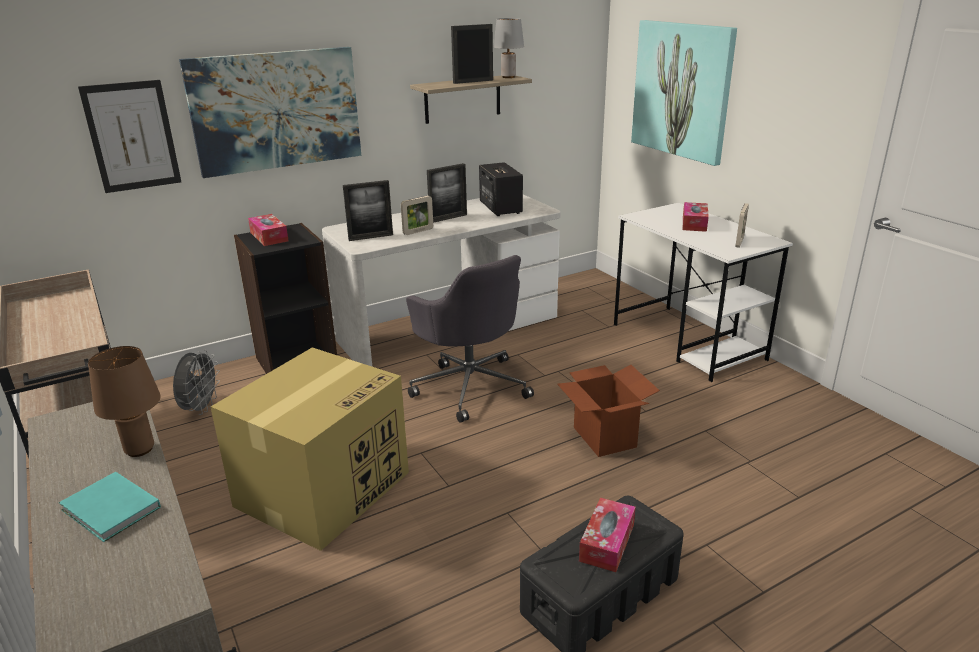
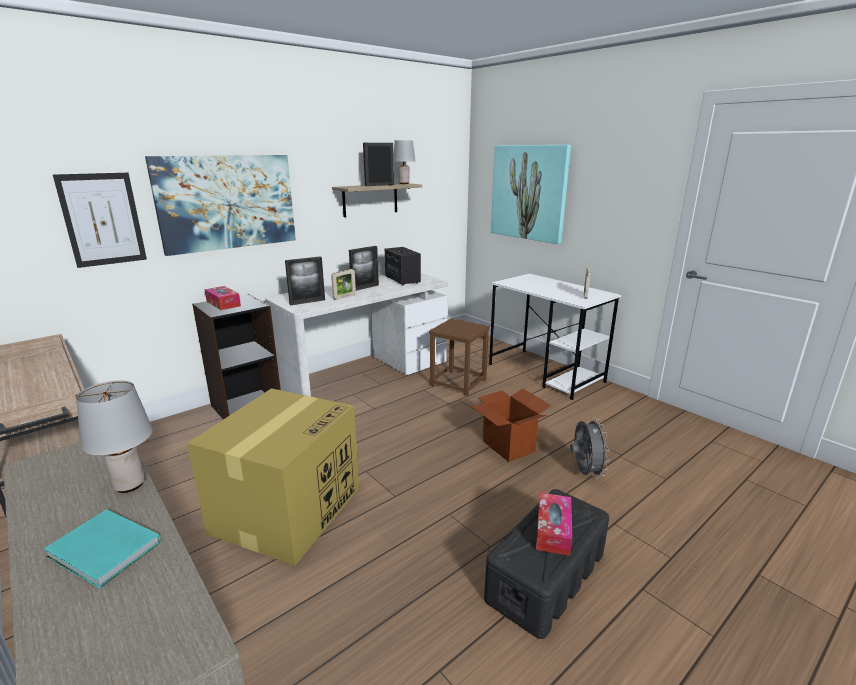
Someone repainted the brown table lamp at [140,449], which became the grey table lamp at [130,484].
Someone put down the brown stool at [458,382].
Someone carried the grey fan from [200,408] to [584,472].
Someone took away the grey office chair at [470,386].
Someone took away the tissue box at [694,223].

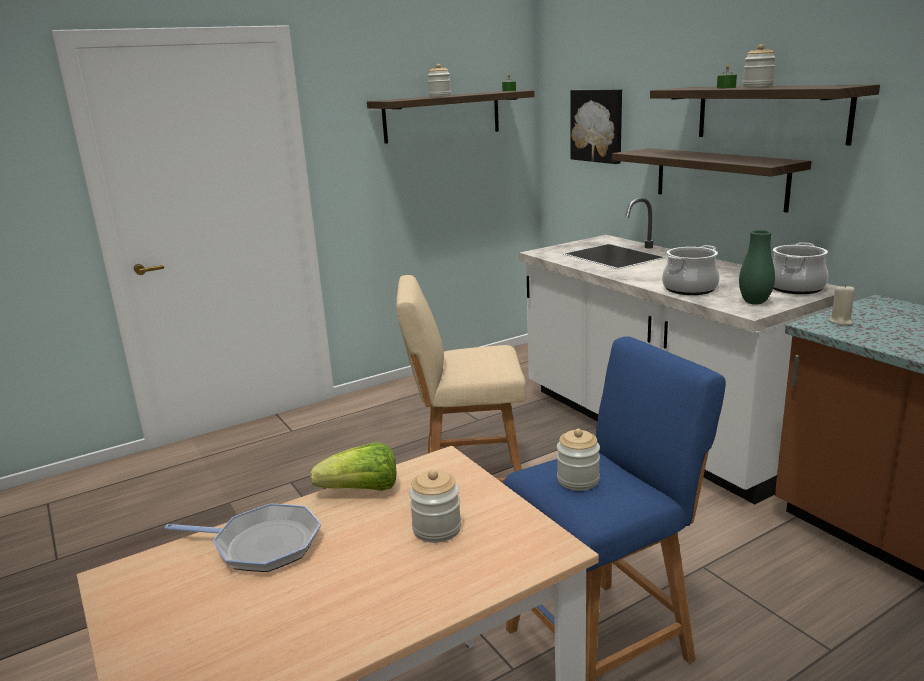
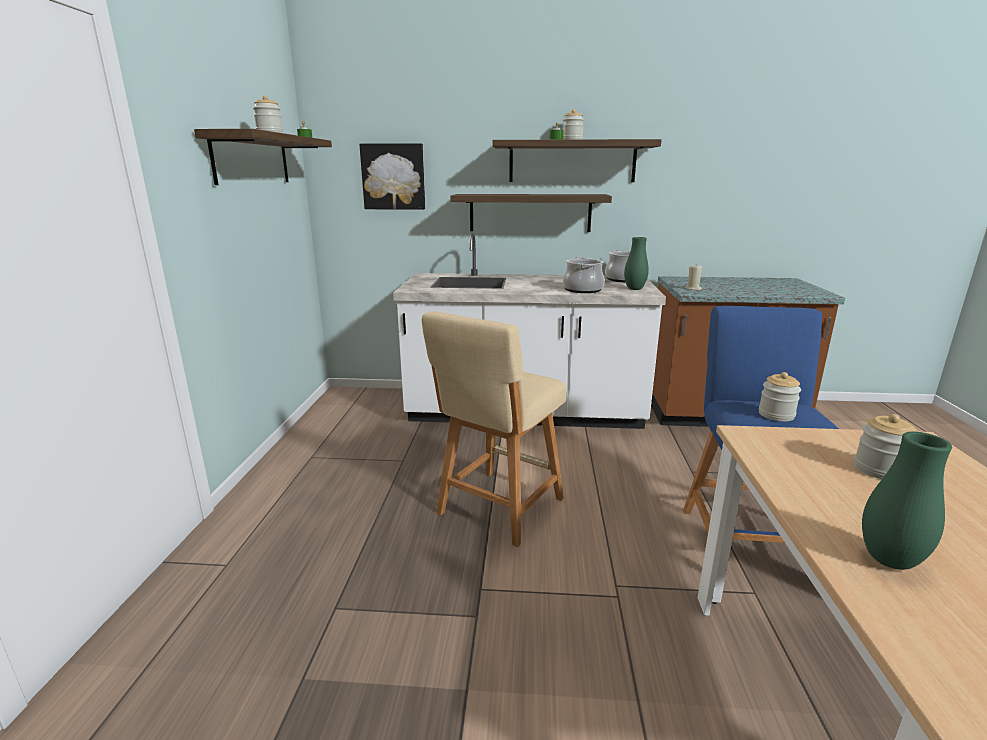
Someone swapped the frying pan at [262,545] for the green vase at [889,560].
Someone took away the lettuce at [362,490].

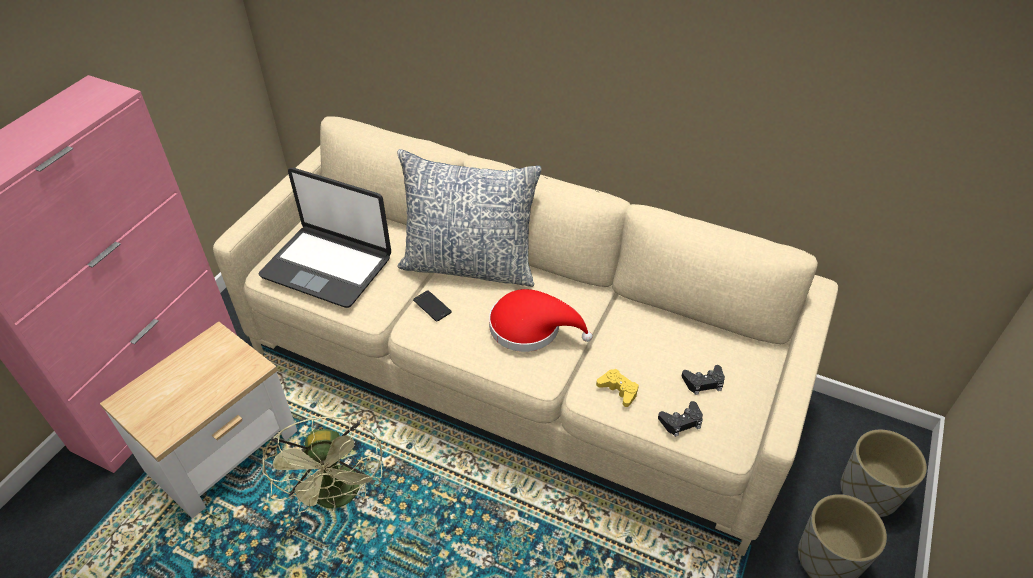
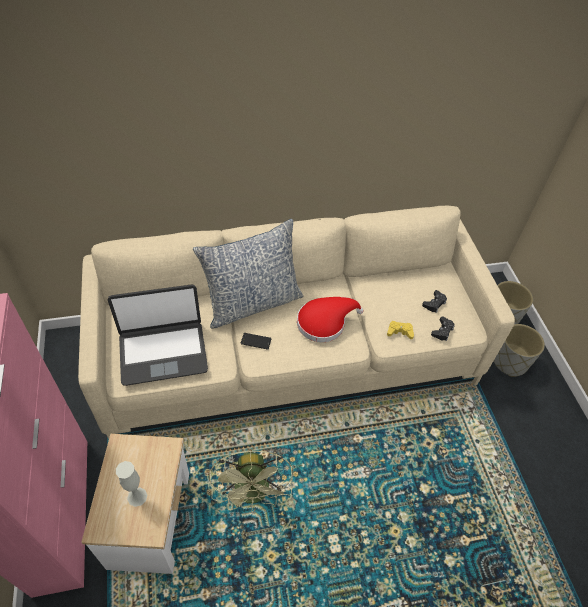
Someone put down the white vase at [137,496].
Someone rotated the green fan at [339,497] by 45 degrees clockwise.

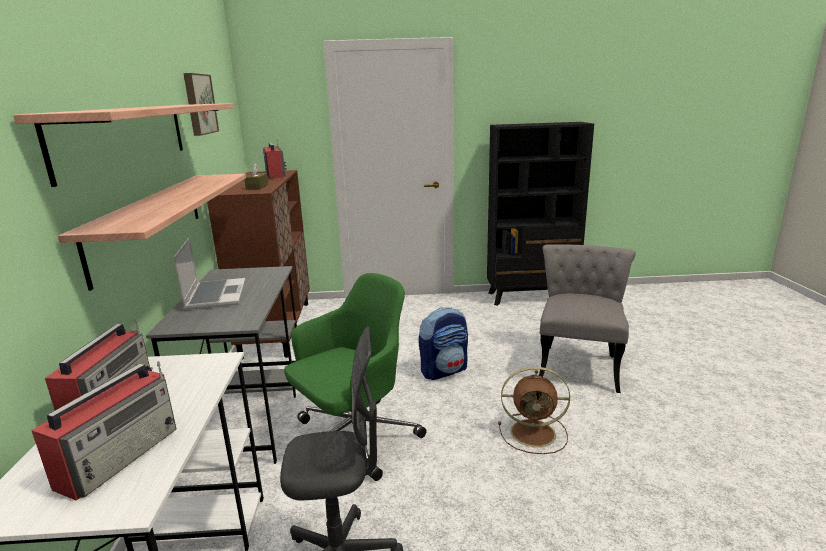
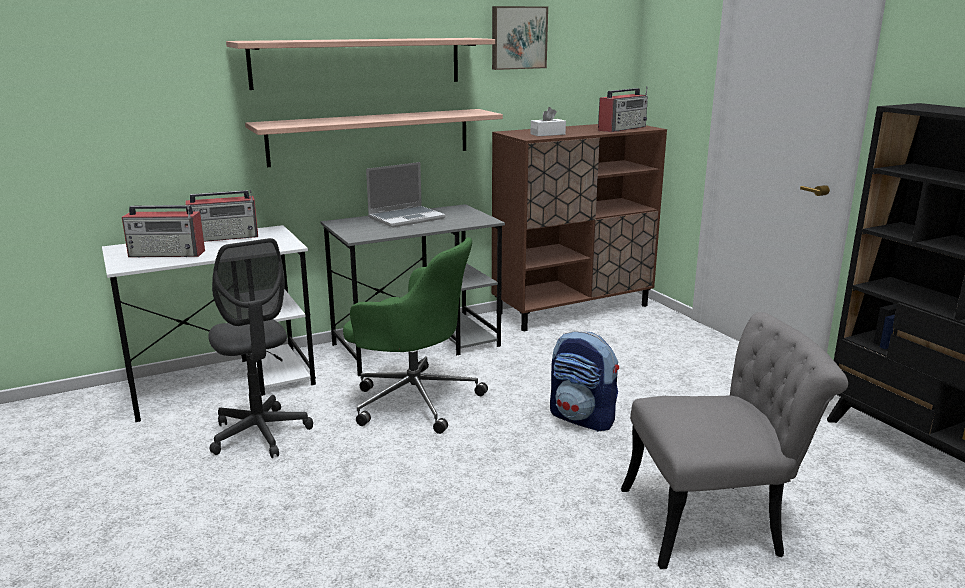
Someone repainted the brown tissue box at [257,187], which became the white tissue box at [547,134].
Someone took away the brown fan at [535,433].

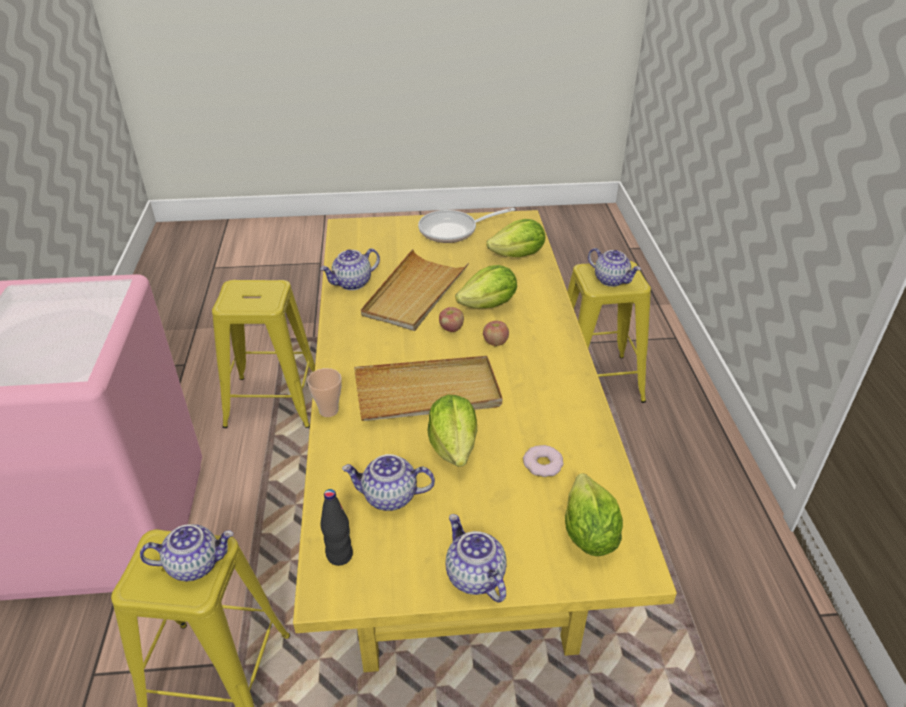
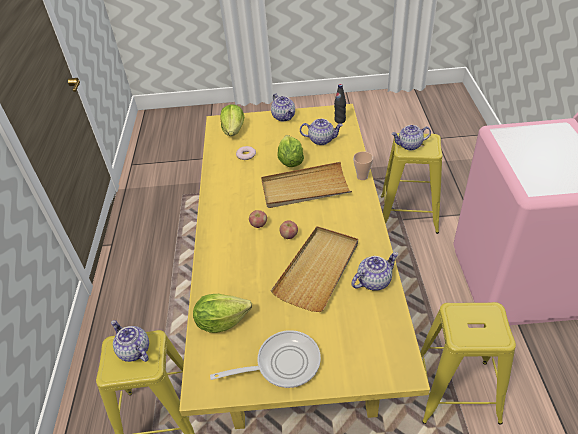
Someone took away the lettuce at [489,305].

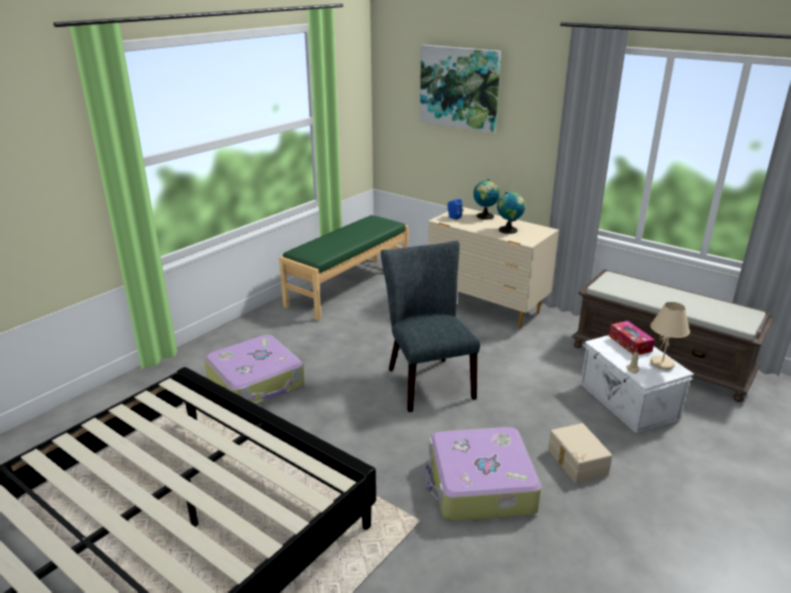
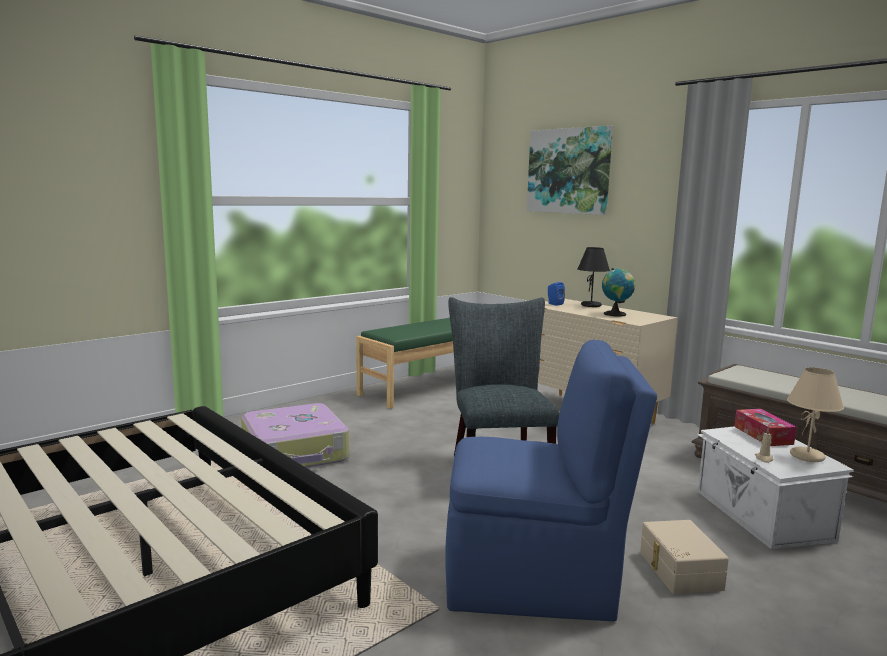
Someone swapped the suitcase at [479,486] for the blue chair at [534,581].
Someone swapped the globe at [485,217] for the black table lamp at [591,305].

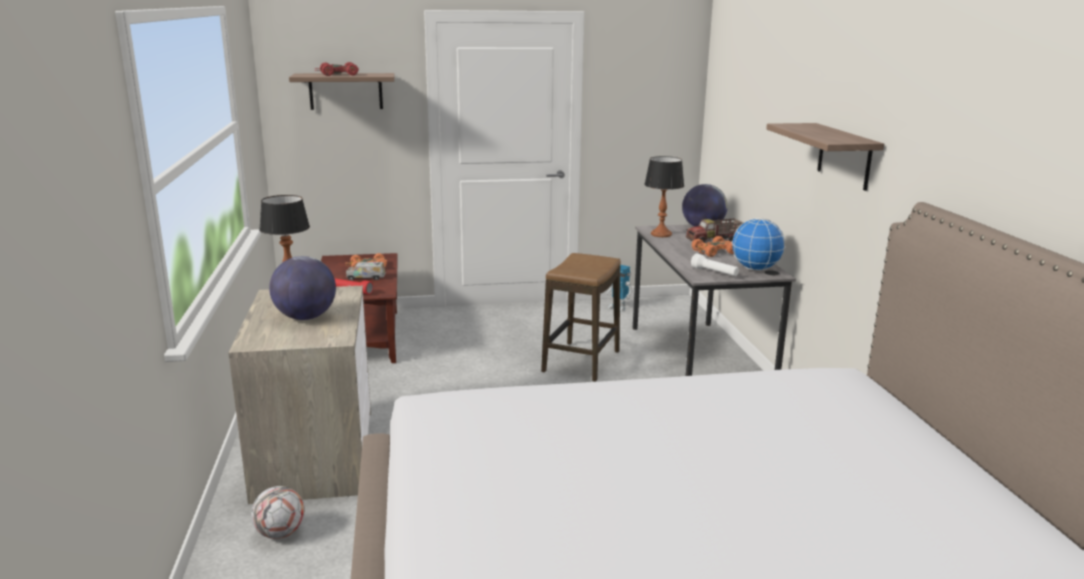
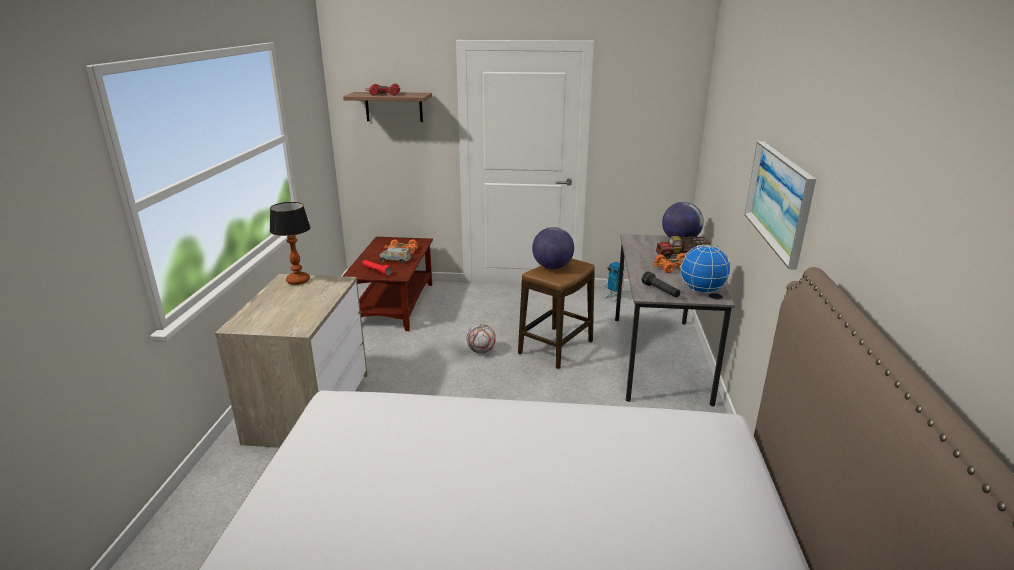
Someone carried the football from [280,533] to [481,351].
Someone carried the globe from [305,317] to [552,267].
Someone repainted the white flashlight at [714,273], which became the black flashlight at [660,291].
Someone swapped the shelf at [844,156] for the picture at [779,199].
Someone took away the table lamp at [661,234].

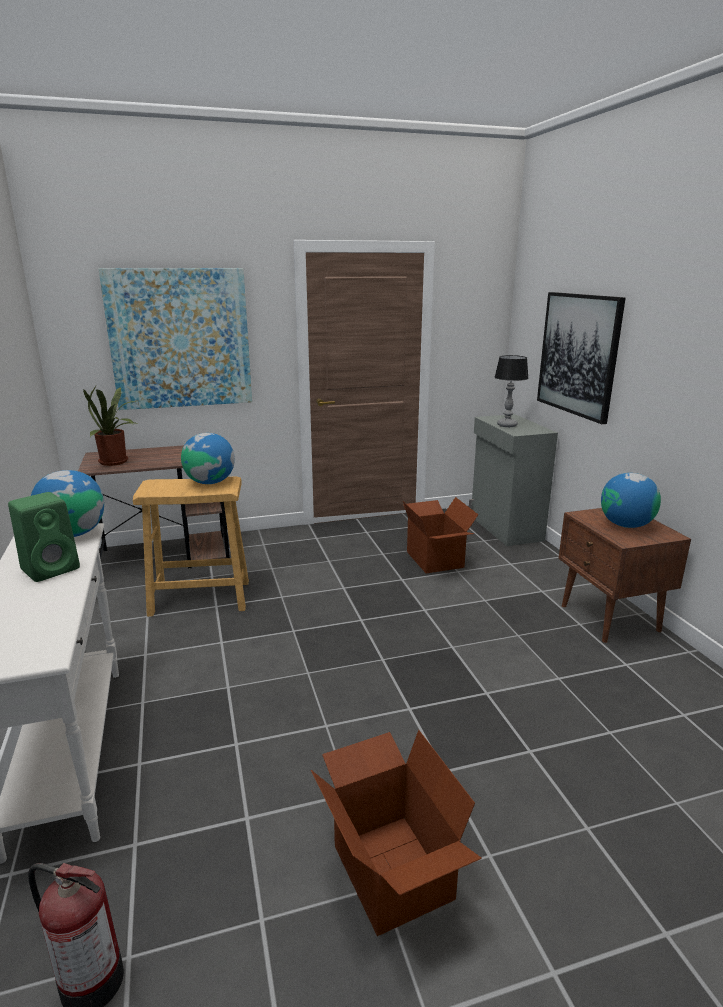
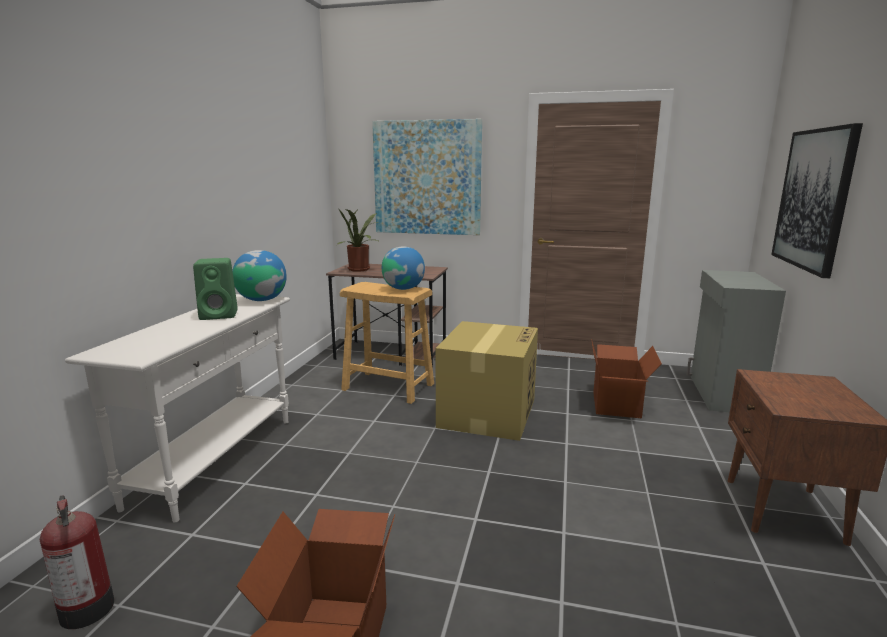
Someone put down the cardboard box at [487,412].
Someone took away the table lamp at [507,425].
Someone took away the globe at [626,525].

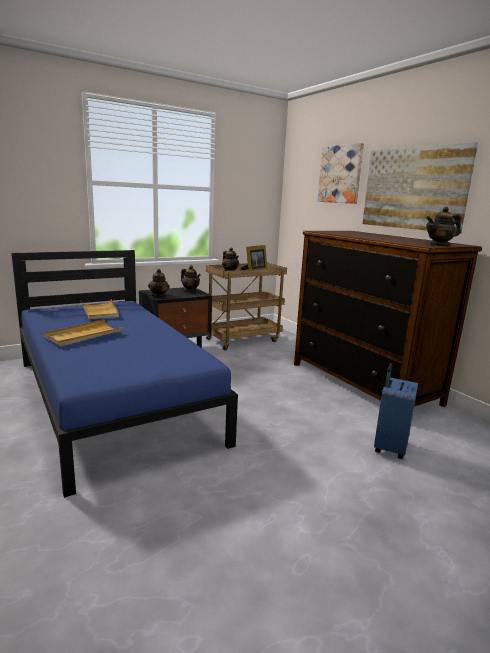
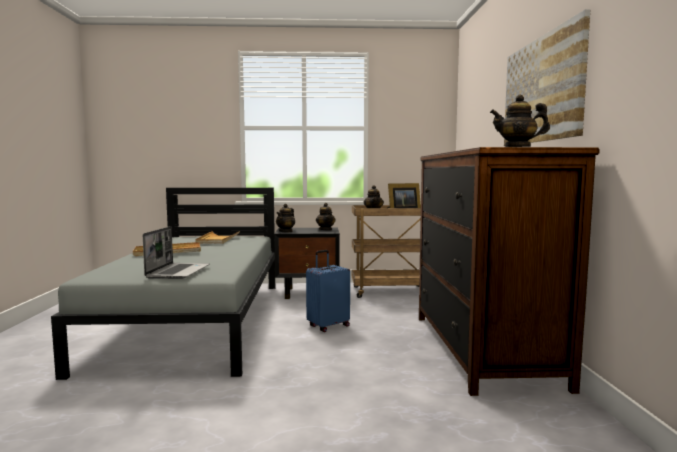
Someone repainted the blue bed at [112,399], which became the grey bed at [197,320].
Someone put down the laptop at [178,272].
Someone carried the blue suitcase from [389,447] to [328,326].
Someone took away the picture at [340,174].

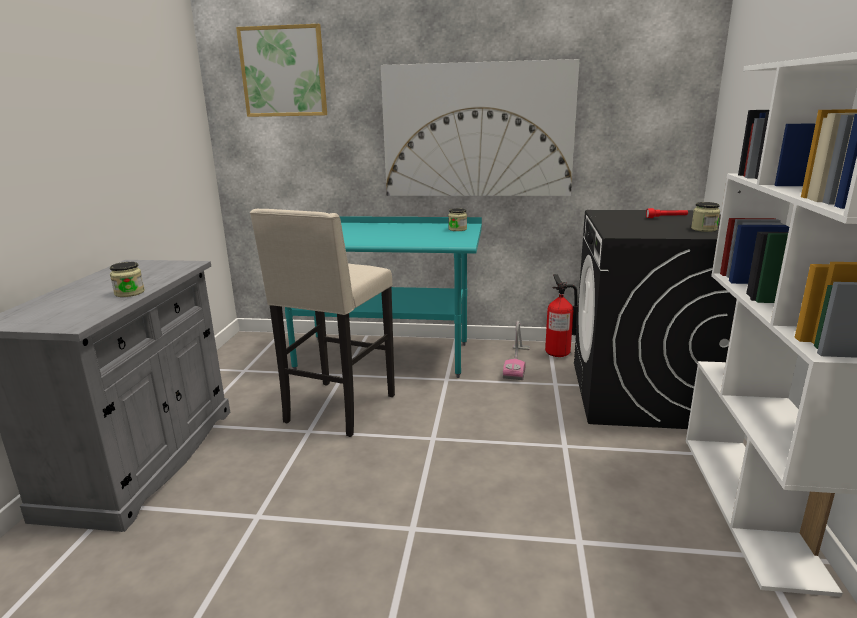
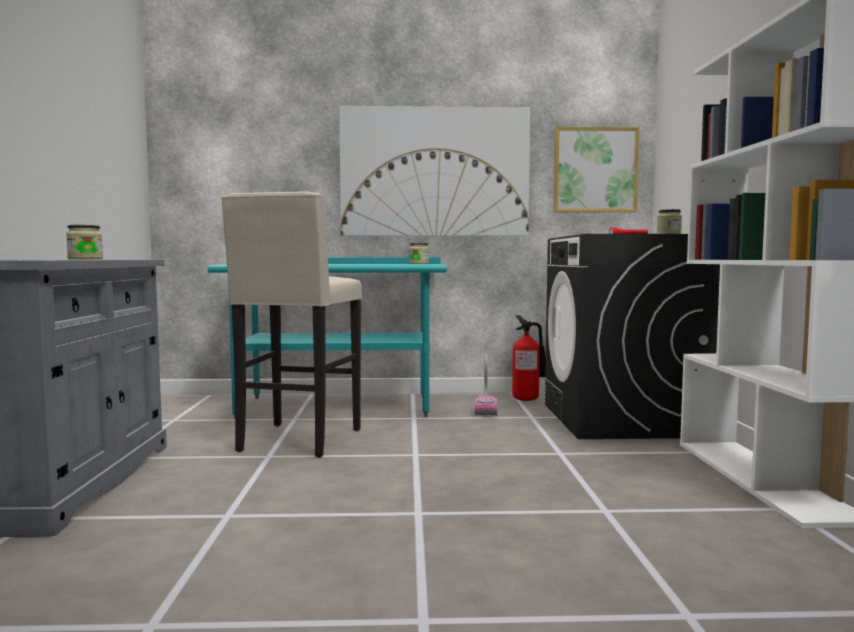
Someone carried the picture from [283,72] to [595,170].

